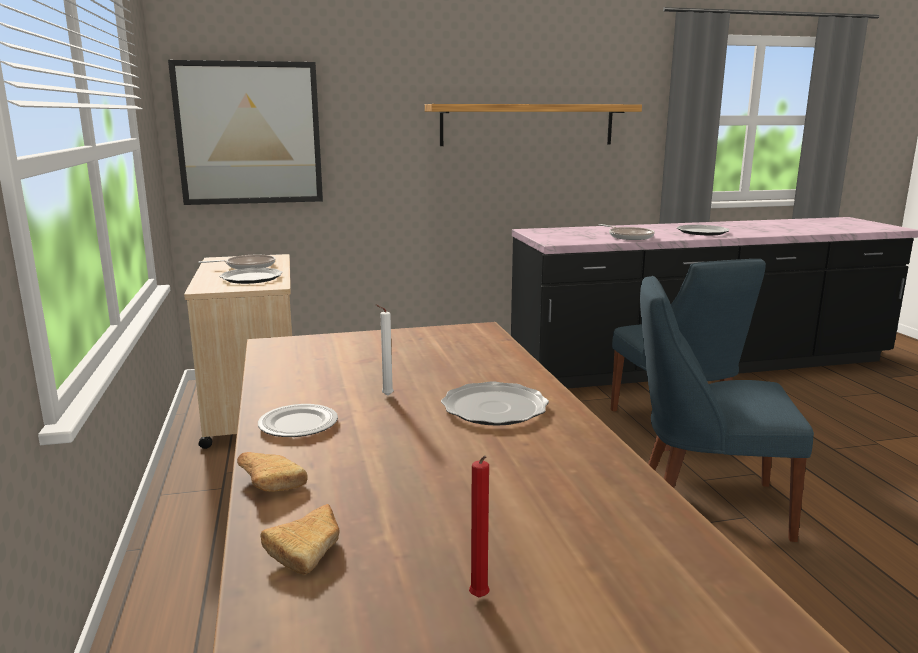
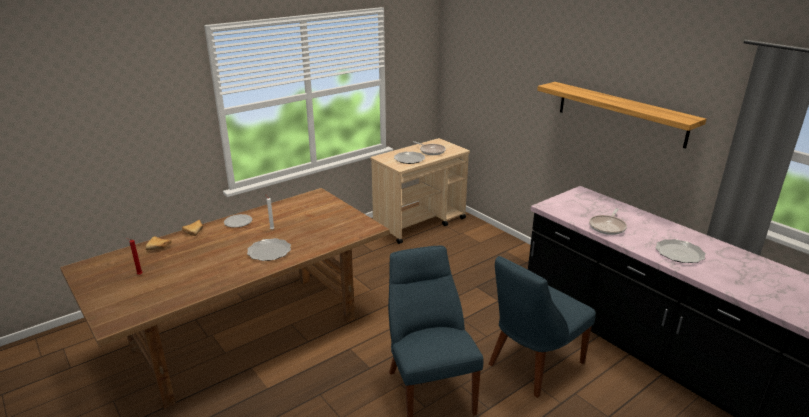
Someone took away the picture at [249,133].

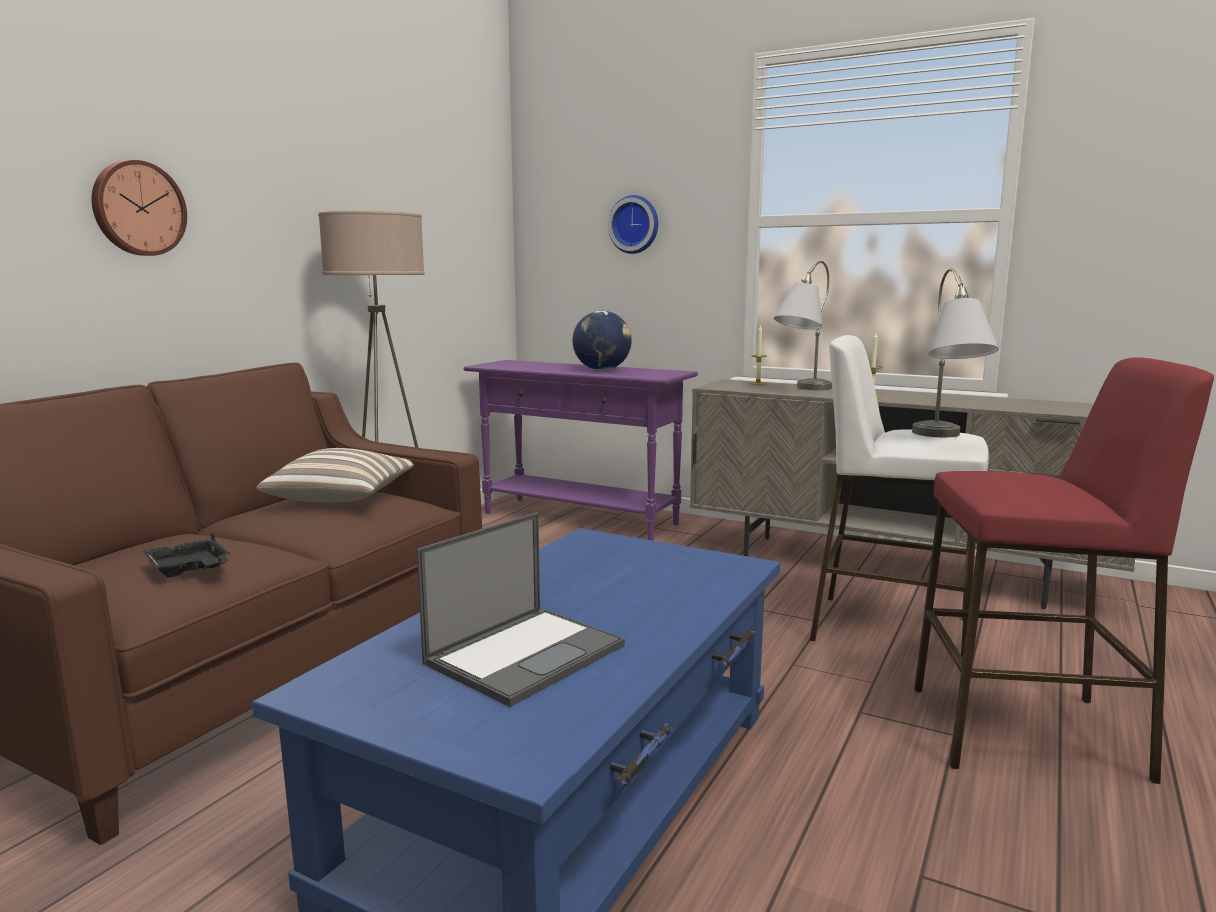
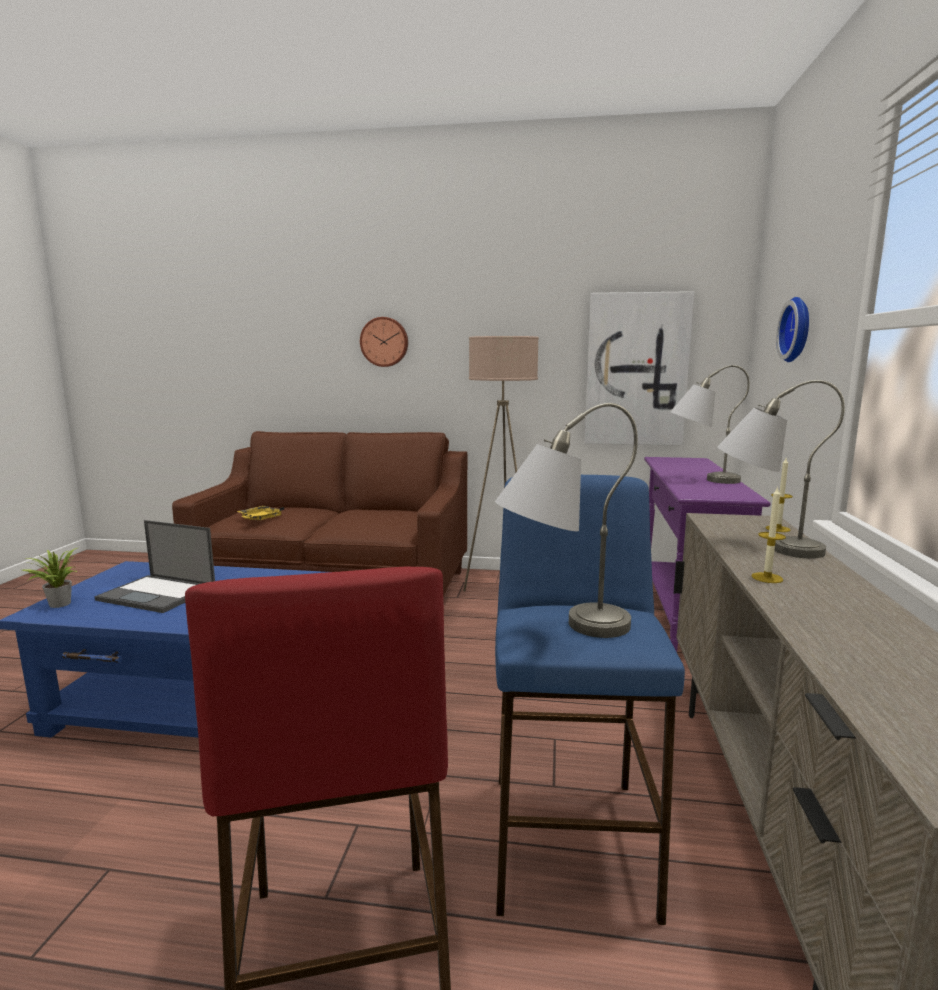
Someone put down the potted plant at [57,604].
Someone repainted the black tray at [189,569], which became the yellow tray at [259,519].
Someone repainted the white stool at [889,629], which became the blue stool at [570,841].
Someone put up the picture at [636,370].
Someone swapped the globe at [602,370] for the grey table lamp at [700,480].
Someone took away the pillow at [343,498].

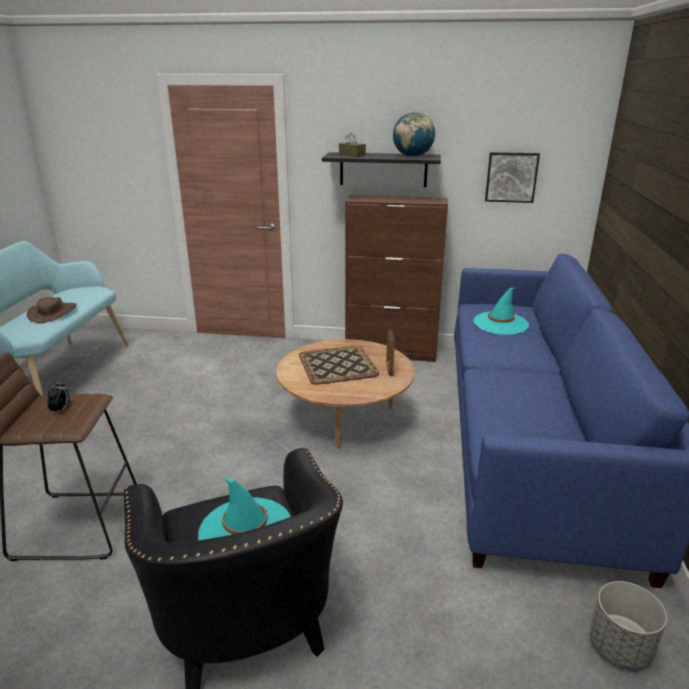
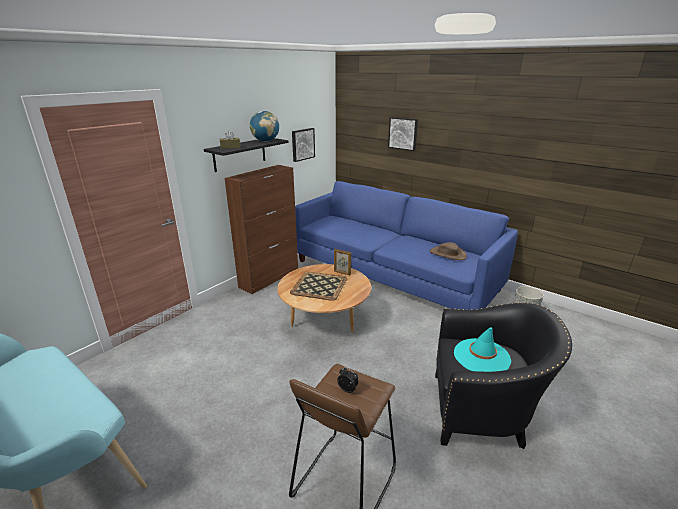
Someone put up the picture at [403,133].
Someone carried the brown hat from [53,313] to [448,254].
Someone took away the turquoise hat at [500,323].

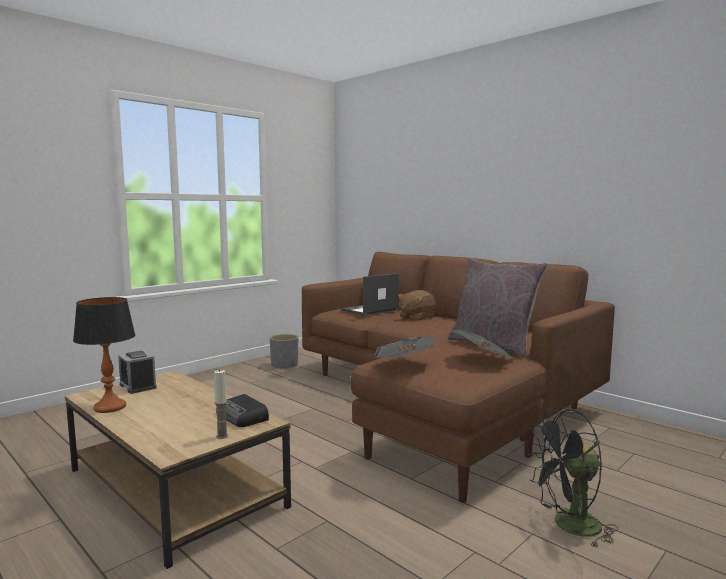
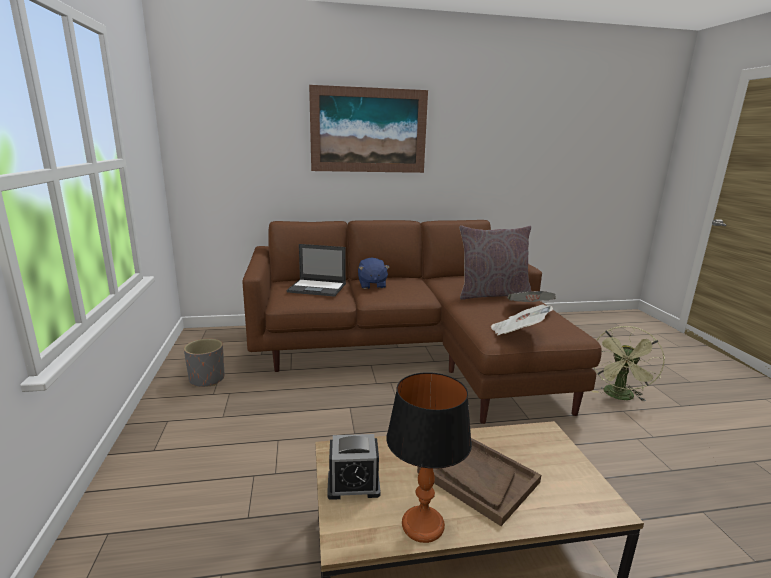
Someone rotated the laptop at [369,310] by 75 degrees counterclockwise.
Someone put up the picture at [369,130].
Someone repainted the brown plush toy at [416,318], which became the blue plush toy at [372,285].
Someone put down the brown tray at [477,477].
Someone repainted the black fan at [568,526], which became the green fan at [619,397].
Someone took away the candle at [222,436].
Someone took away the radio at [243,416].

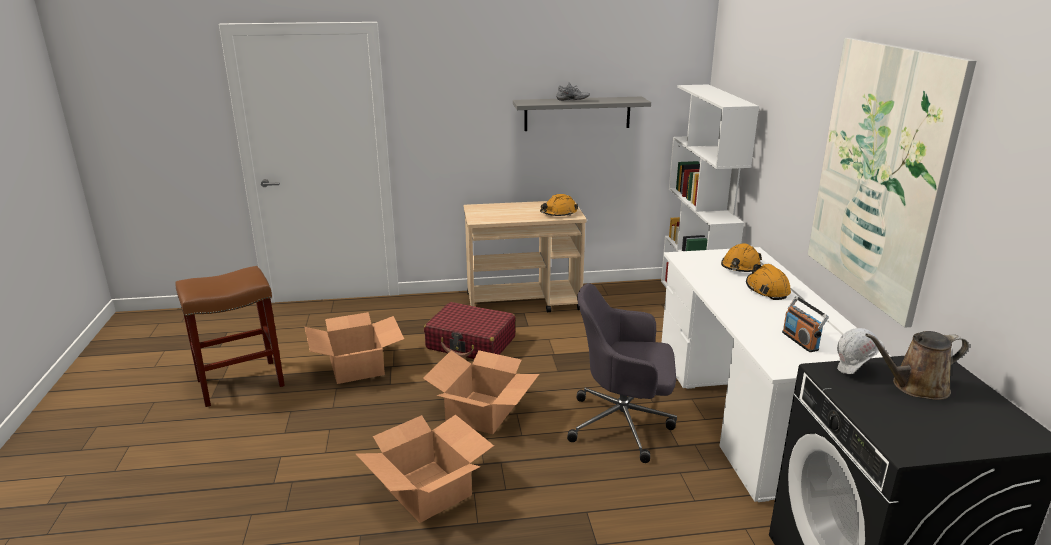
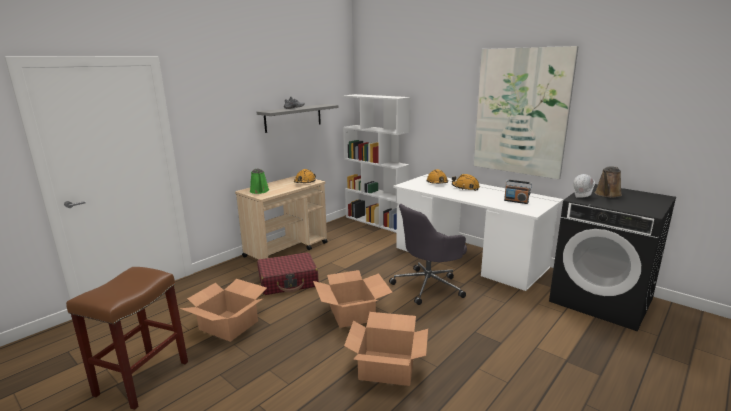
Someone put down the green watering can at [260,191].

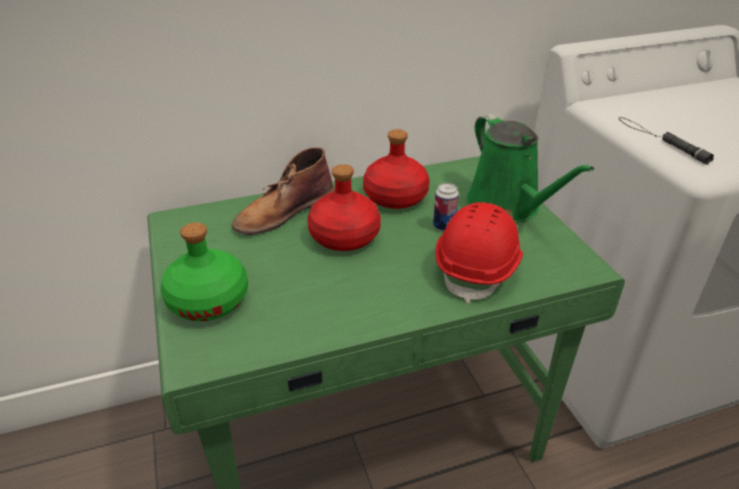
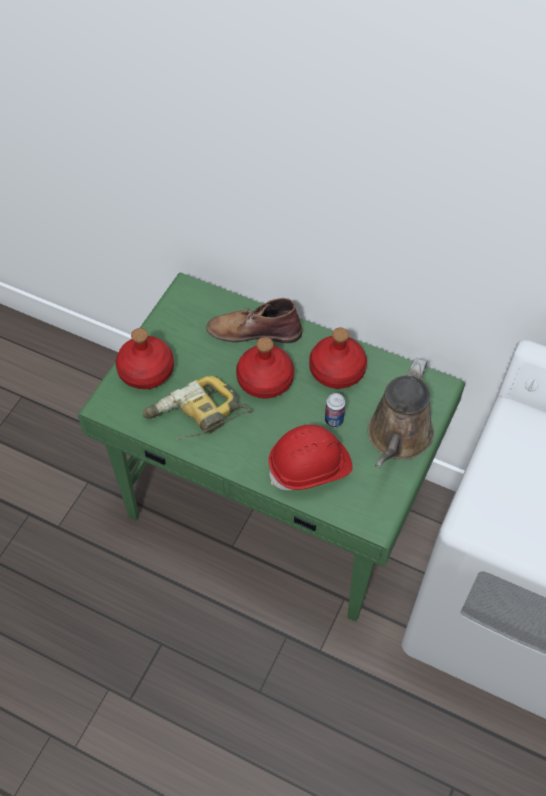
Someone repainted the green bottle at [208,300], which became the red bottle at [147,370].
Someone put down the power drill at [196,417].
Someone repainted the green watering can at [507,207], which became the brown watering can at [398,438].
Someone took away the black flashlight at [660,140].

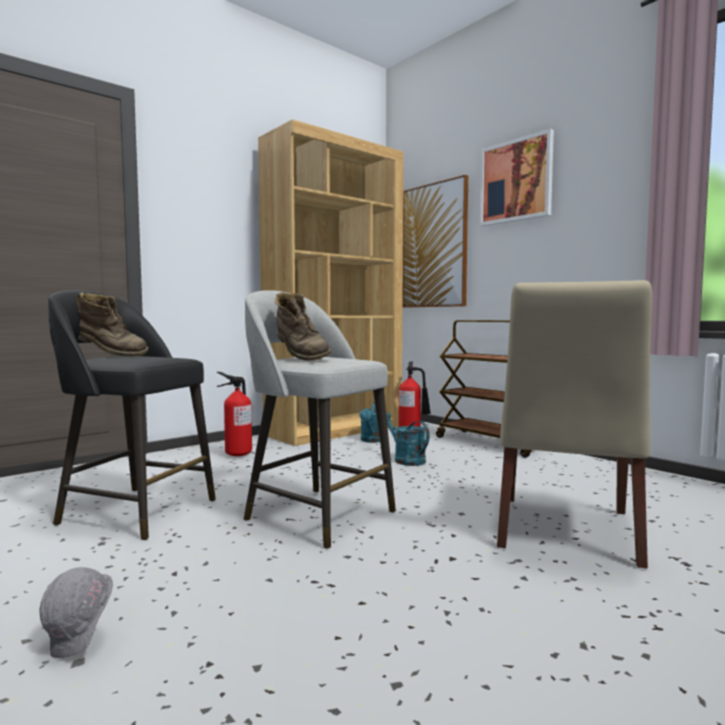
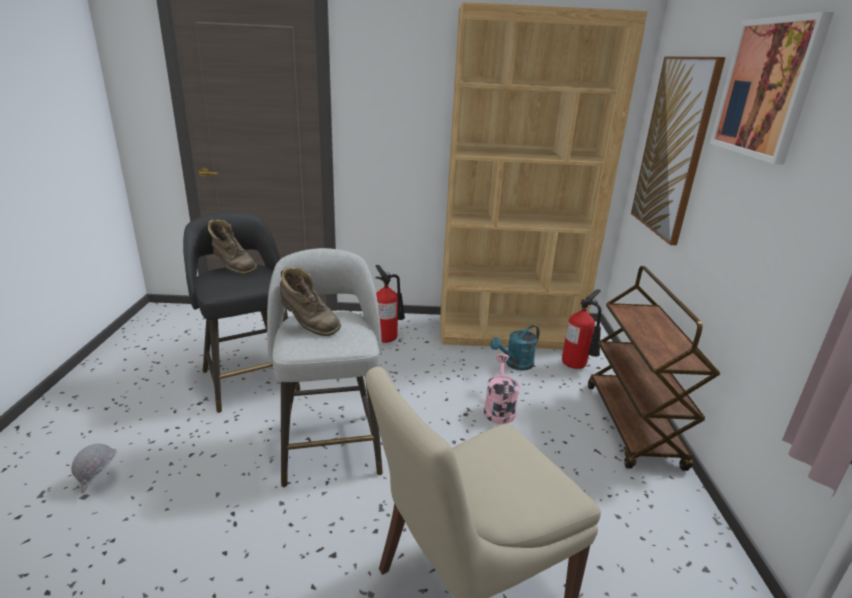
Someone rotated the brown boot at [300,358] by 60 degrees counterclockwise.
Someone repainted the turquoise watering can at [405,459], which became the pink watering can at [499,408].

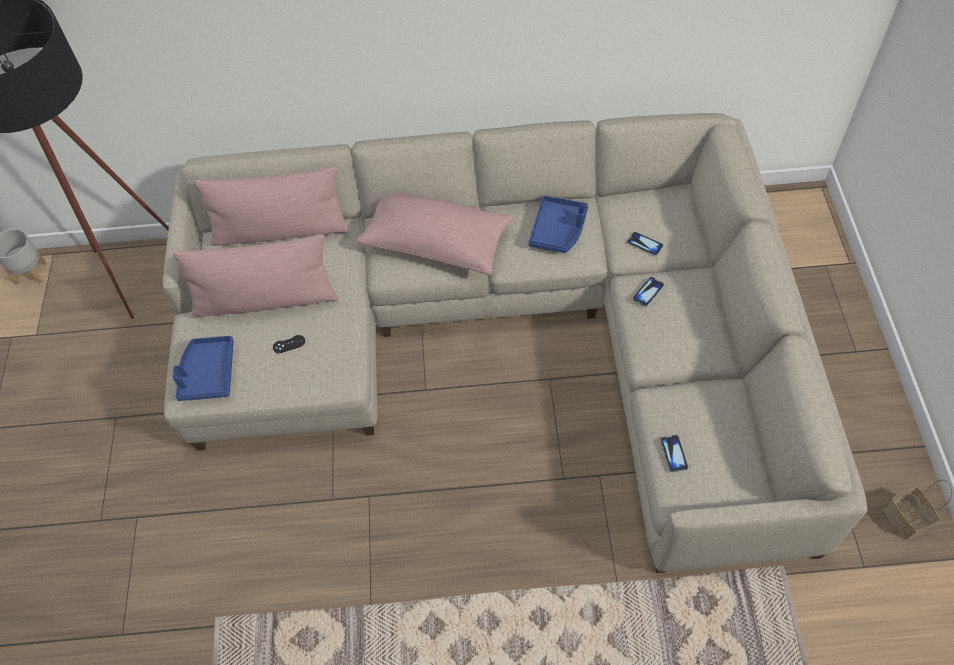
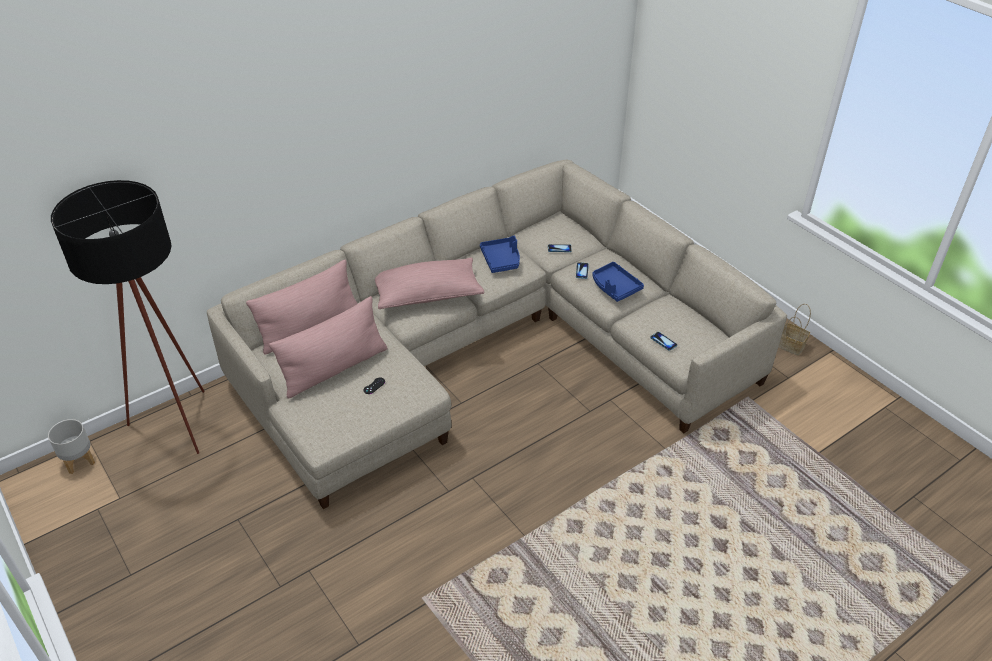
Someone carried the blue tray from [208,374] to [615,287].

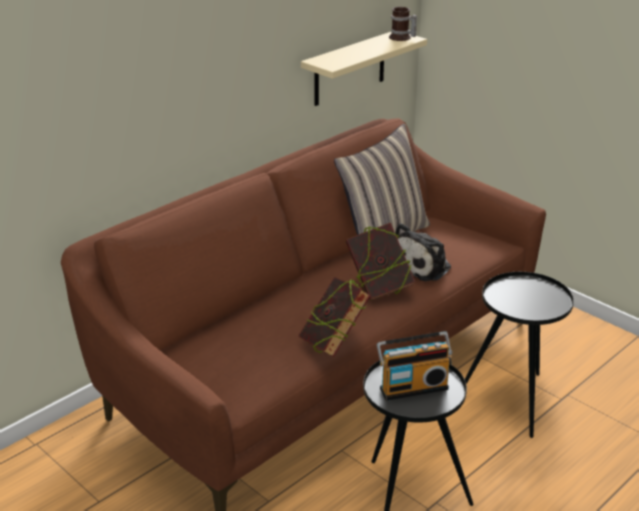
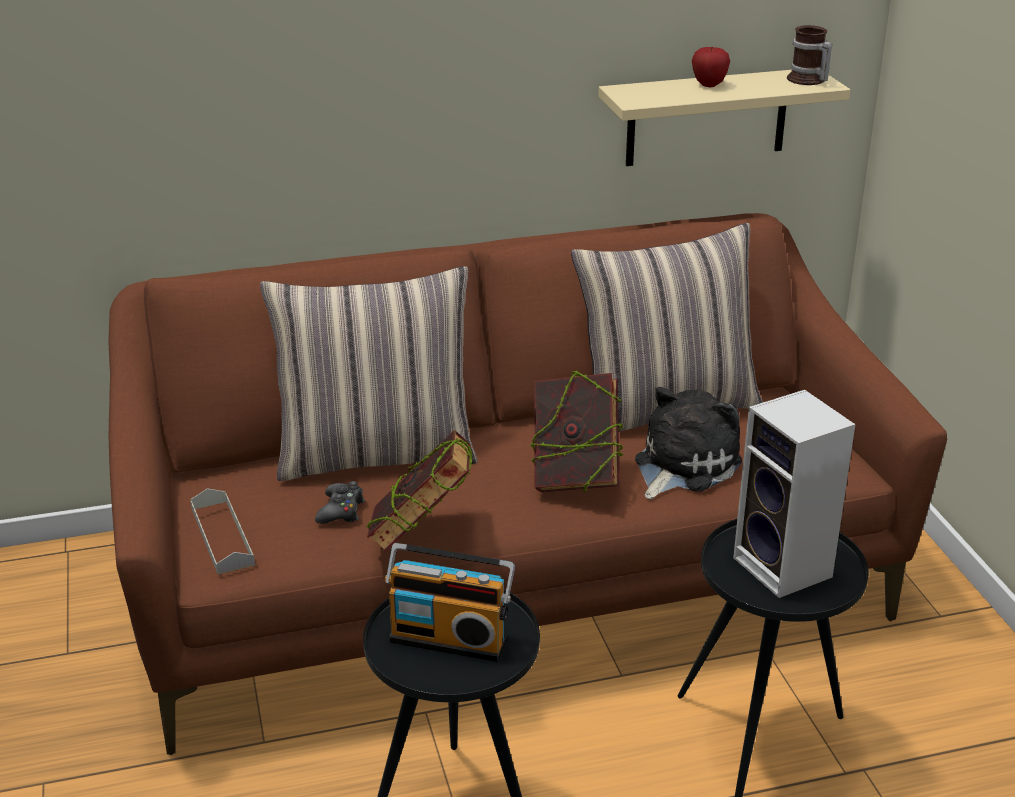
Someone put down the grey tray at [222,536].
Someone put down the pillow at [376,453].
Someone put down the black game controller at [341,511].
Someone rotated the plush toy at [423,266] by 150 degrees clockwise.
Someone put down the apple at [709,85].
Someone put down the speaker at [786,569].

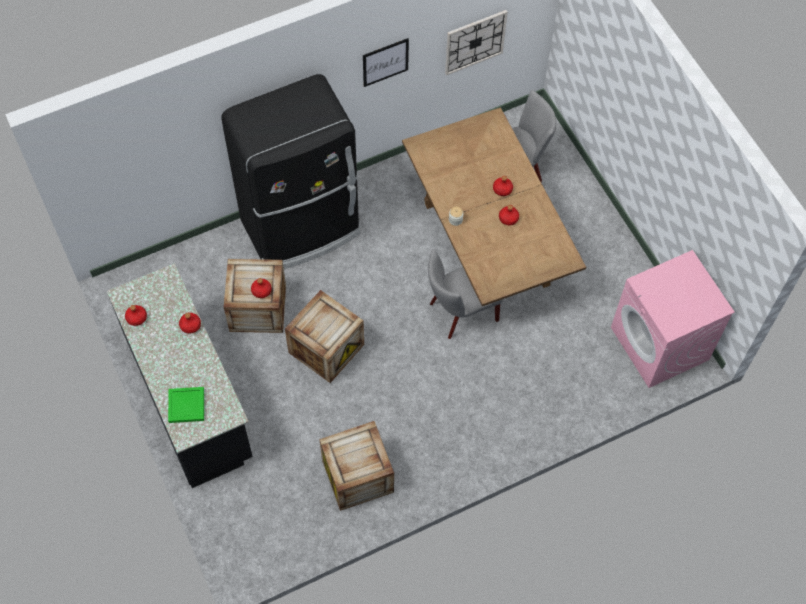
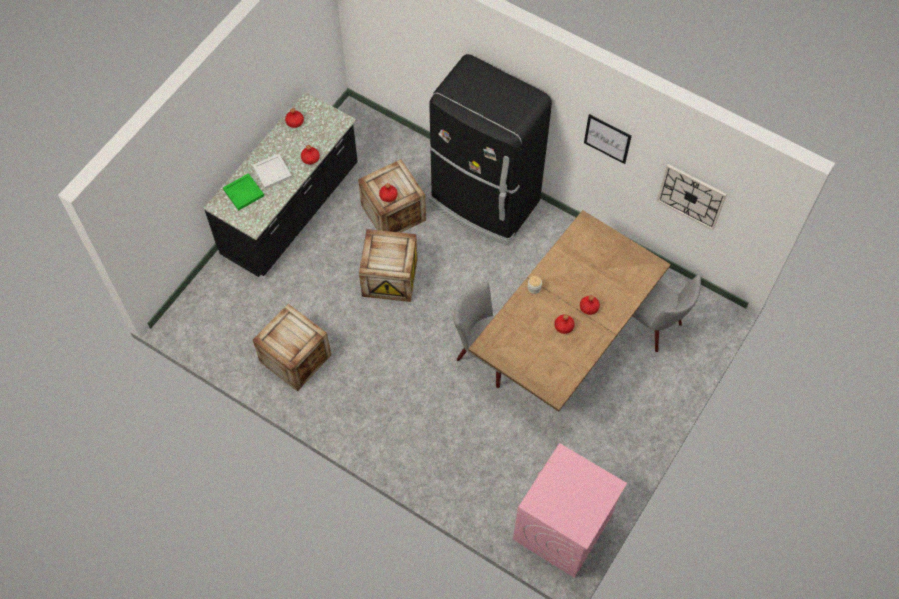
Someone put down the white tray at [271,172].

